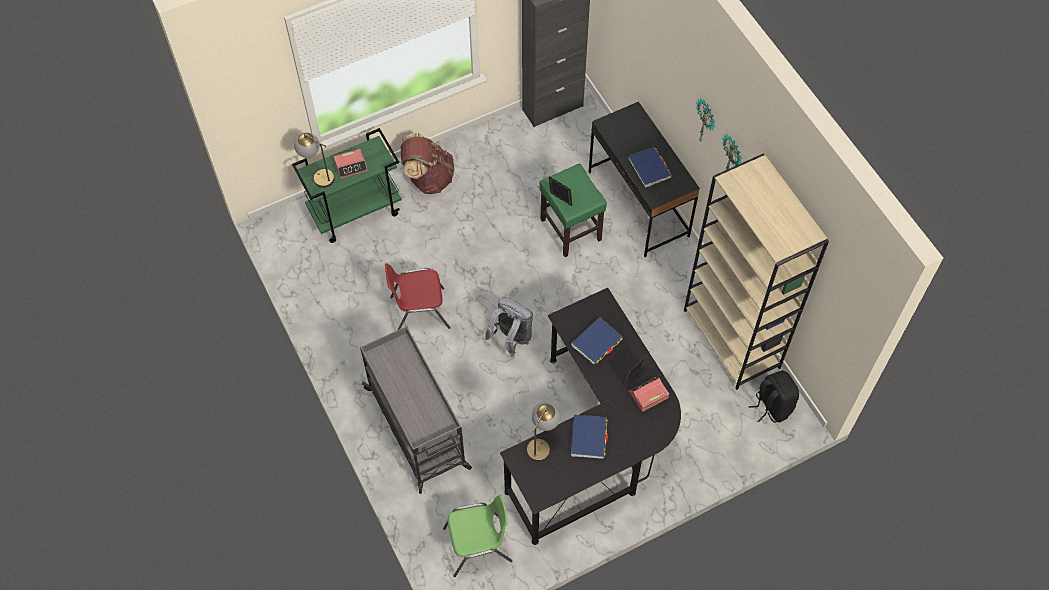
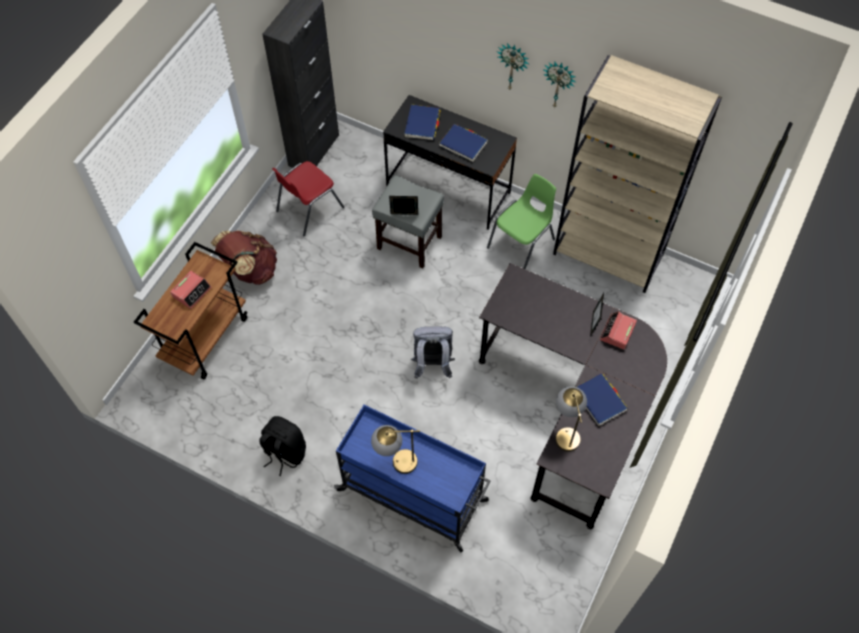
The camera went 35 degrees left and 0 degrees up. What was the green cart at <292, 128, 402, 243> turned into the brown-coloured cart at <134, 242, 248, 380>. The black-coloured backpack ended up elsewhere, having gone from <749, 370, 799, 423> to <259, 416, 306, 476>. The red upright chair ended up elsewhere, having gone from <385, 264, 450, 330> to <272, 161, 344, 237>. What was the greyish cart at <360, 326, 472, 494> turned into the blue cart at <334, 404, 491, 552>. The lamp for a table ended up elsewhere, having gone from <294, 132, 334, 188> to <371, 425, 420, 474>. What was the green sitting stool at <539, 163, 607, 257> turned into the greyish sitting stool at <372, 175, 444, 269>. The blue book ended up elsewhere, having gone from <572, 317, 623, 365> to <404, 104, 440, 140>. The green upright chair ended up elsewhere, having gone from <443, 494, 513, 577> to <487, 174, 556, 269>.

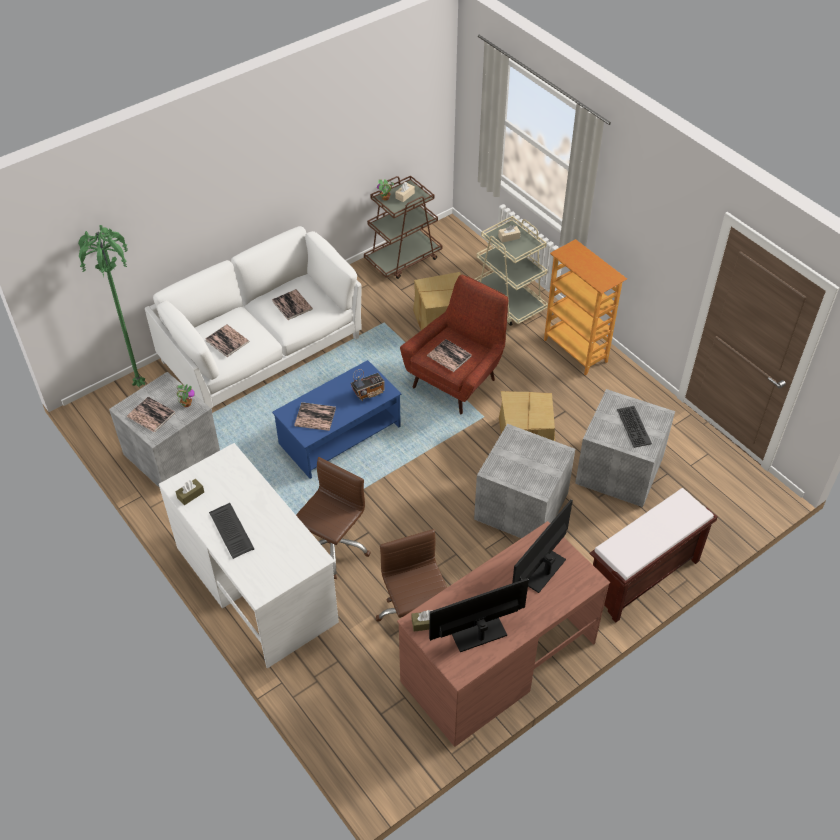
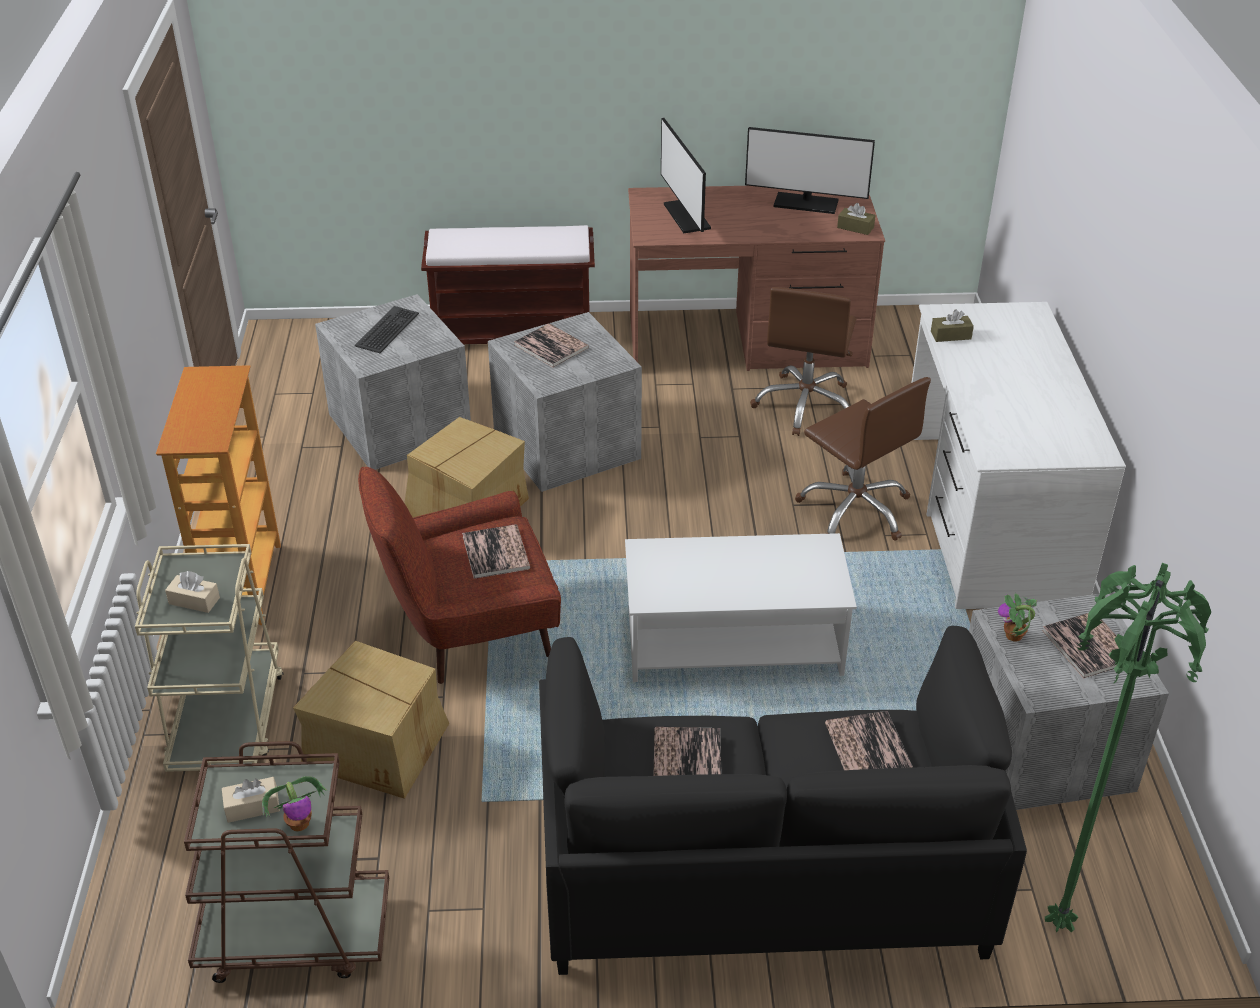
The camera went 145 degrees left and 10 degrees down. The book ended up elsewhere, having gone from <294, 402, 336, 431> to <514, 323, 589, 368>. What was the whitish sofa at <145, 226, 362, 410> turned into the black-coloured sofa at <539, 626, 1027, 975>. What was the blue coffee table at <272, 360, 402, 479> turned into the whitish coffee table at <625, 533, 857, 682>. The computer display at <512, 499, 573, 593> ended up facing another way, 90 degrees clockwise from before. The brown-coloured office chair at <296, 457, 371, 579> ended up facing another way, 105 degrees counterclockwise from before. The brown-coloured tissue holder ended up elsewhere, having gone from <176, 479, 204, 505> to <931, 309, 974, 342>. The second view lost the keyboard at <209, 503, 254, 559>. The second view lost the radio set at <351, 369, 385, 401>.

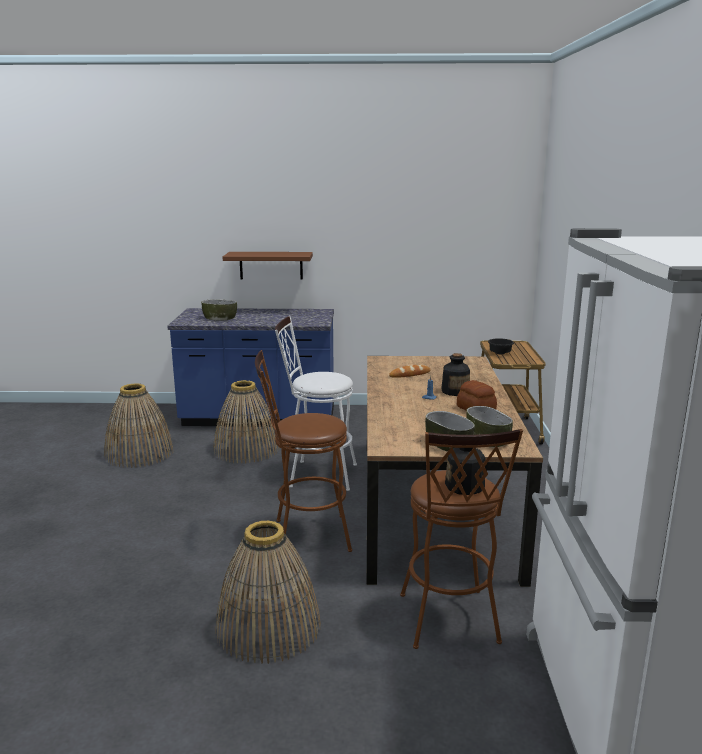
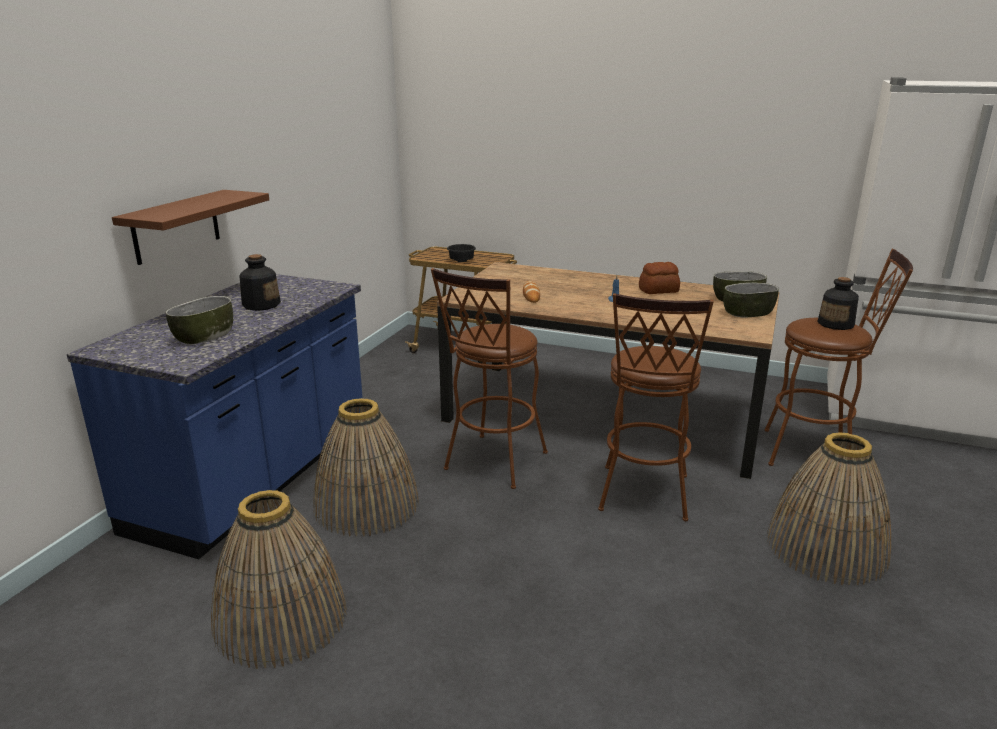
The camera went 70 degrees left and 5 degrees up. The bottle ended up elsewhere, having gone from <441, 353, 470, 396> to <239, 254, 281, 311>. What was the whitish sitting stool at <275, 316, 357, 491> turned into the brown-coloured sitting stool at <431, 268, 548, 489>.

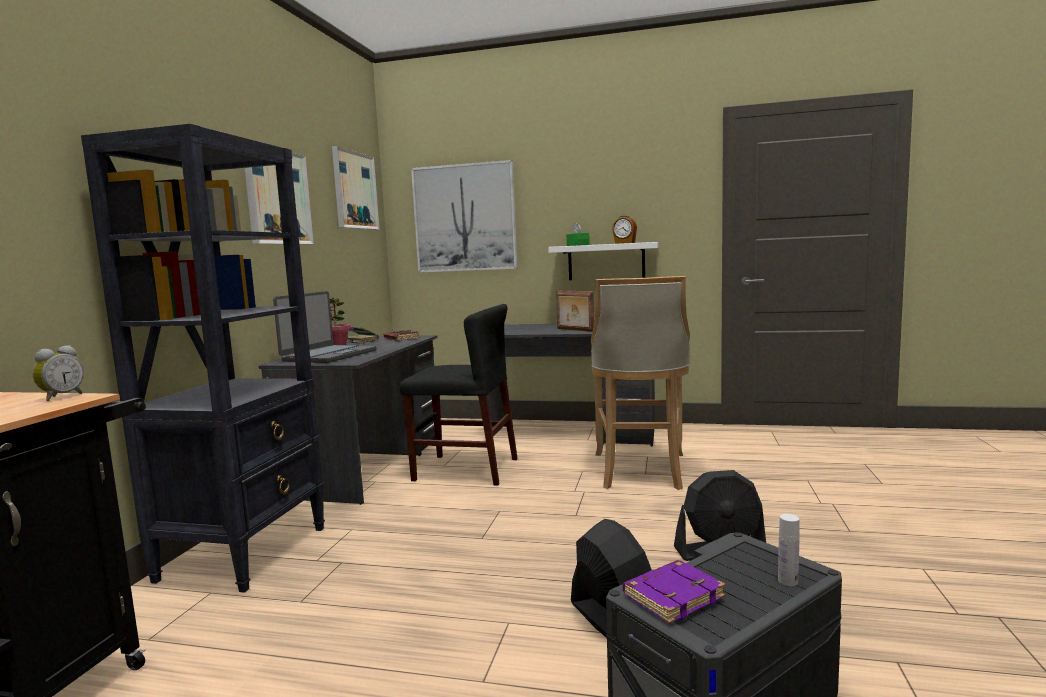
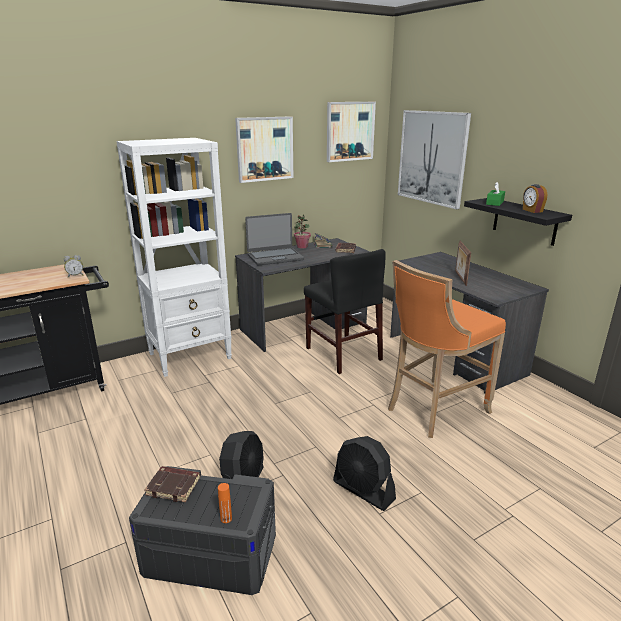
The camera went 45 degrees right and 15 degrees up. What was the black-coloured bookshelf at <81, 124, 325, 593> turned into the whitish bookshelf at <116, 138, 232, 377>. What was the purplish book at <623, 560, 726, 624> turned into the brown-coloured book at <144, 466, 200, 502>. What was the whitish bottle at <778, 514, 799, 586> turned into the orangey bottle at <218, 483, 232, 523>. What was the sand-coloured sitting stool at <591, 276, 690, 490> turned into the orangey sitting stool at <388, 260, 506, 438>. What was the whitish wall shelf at <548, 242, 658, 280> turned into the black-coloured wall shelf at <464, 198, 572, 246>.

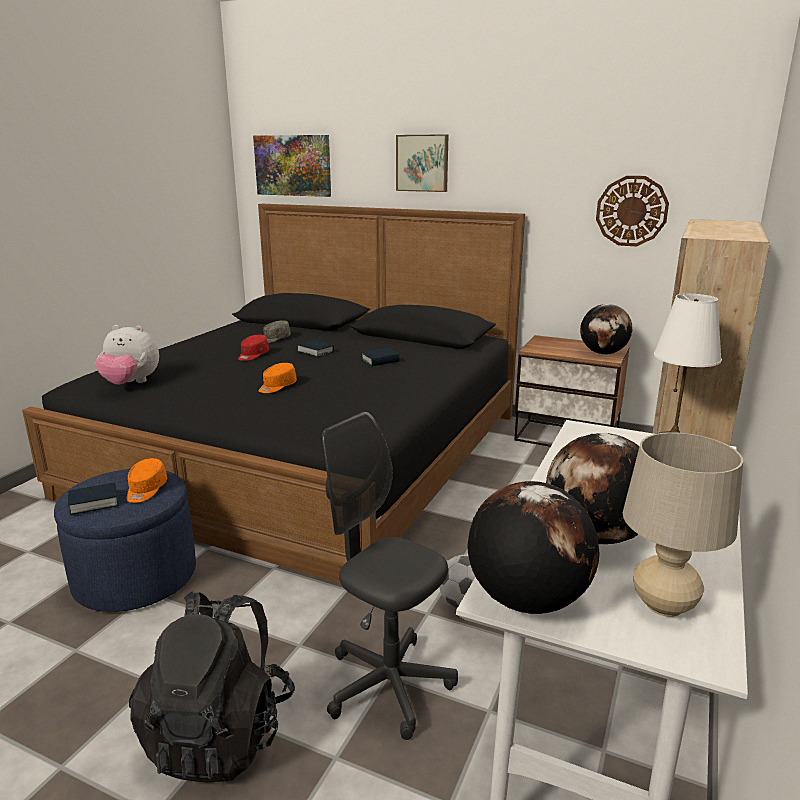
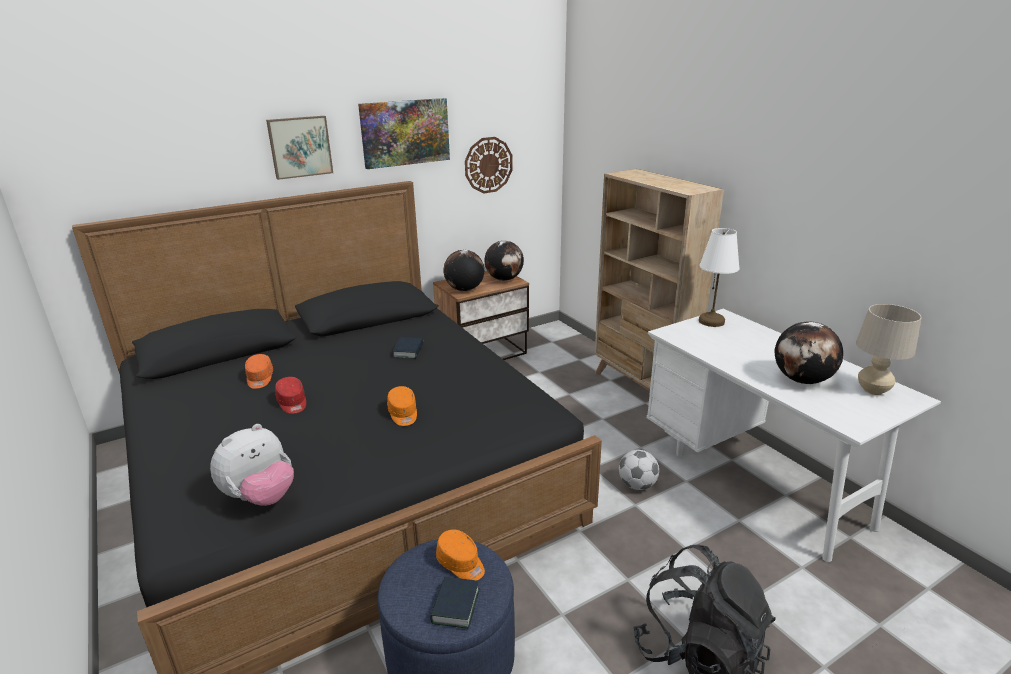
The camera went 55 degrees left and 5 degrees up. What was the greyish peaked cap at <263, 320, 291, 343> turned into the orangey peaked cap at <245, 354, 273, 389>. The picture ended up elsewhere, having gone from <253, 135, 331, 197> to <358, 98, 450, 169>. The desk globe ended up elsewhere, having gone from <467, 481, 600, 614> to <443, 250, 484, 291>. The second view lost the book at <297, 340, 334, 357>. The second view lost the greyish office chair at <322, 412, 458, 740>.

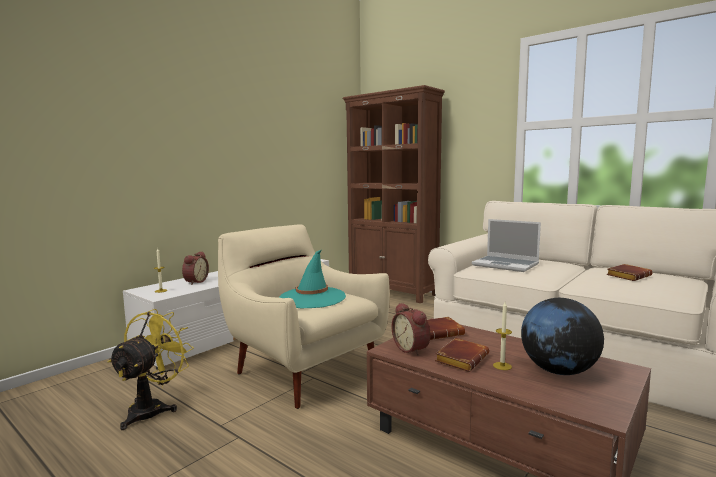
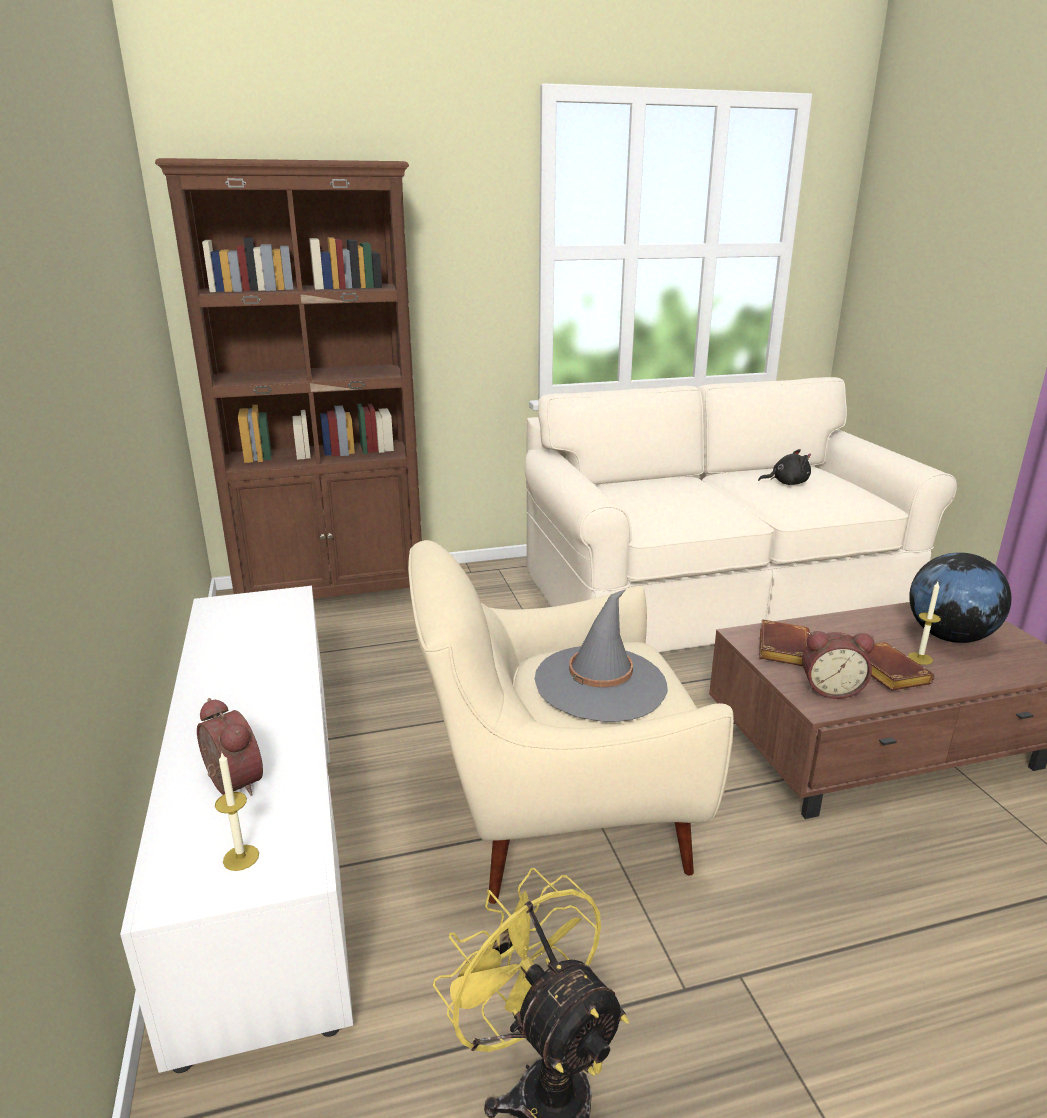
The camera went 55 degrees left and 15 degrees up. What was the turquoise-coloured hat at <279, 250, 346, 308> turned into the greyish hat at <534, 589, 668, 722>. Where the brown-coloured book stood at <606, 264, 653, 281>, the black-coloured cuddly toy came to stand at <758, 449, 811, 485>. The second view lost the notebook computer at <472, 219, 541, 272>.

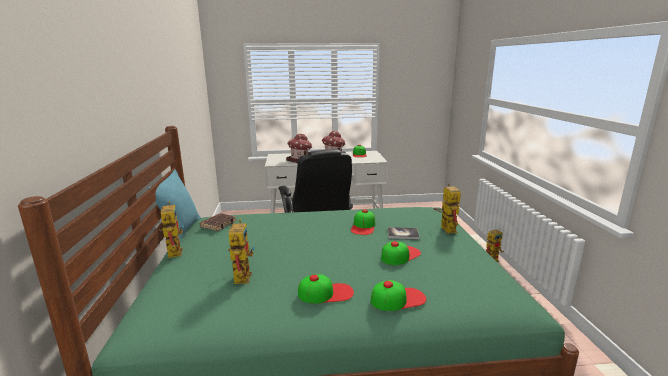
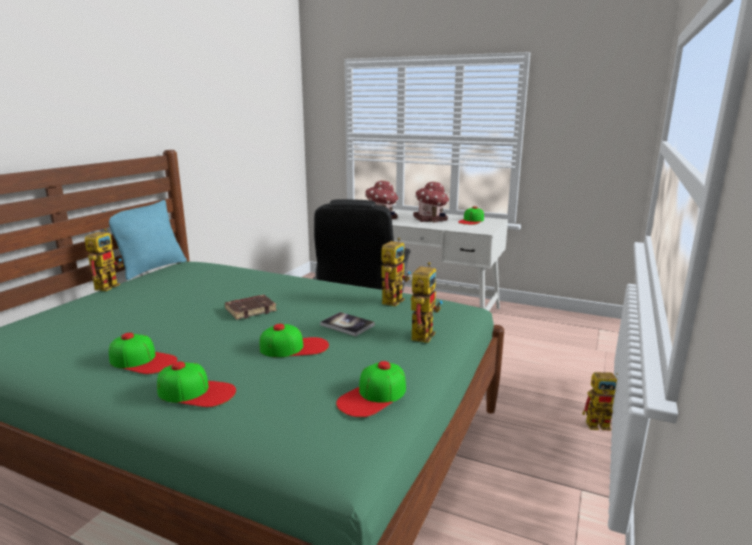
The camera went 30 degrees right and 0 degrees up. The brown-coloured book ended up elsewhere, having gone from <199, 213, 237, 231> to <225, 295, 277, 320>. The peaked cap ended up elsewhere, having gone from <351, 209, 375, 235> to <336, 361, 406, 417>. The toy robot ended up elsewhere, having gone from <228, 219, 255, 284> to <382, 238, 411, 306>.

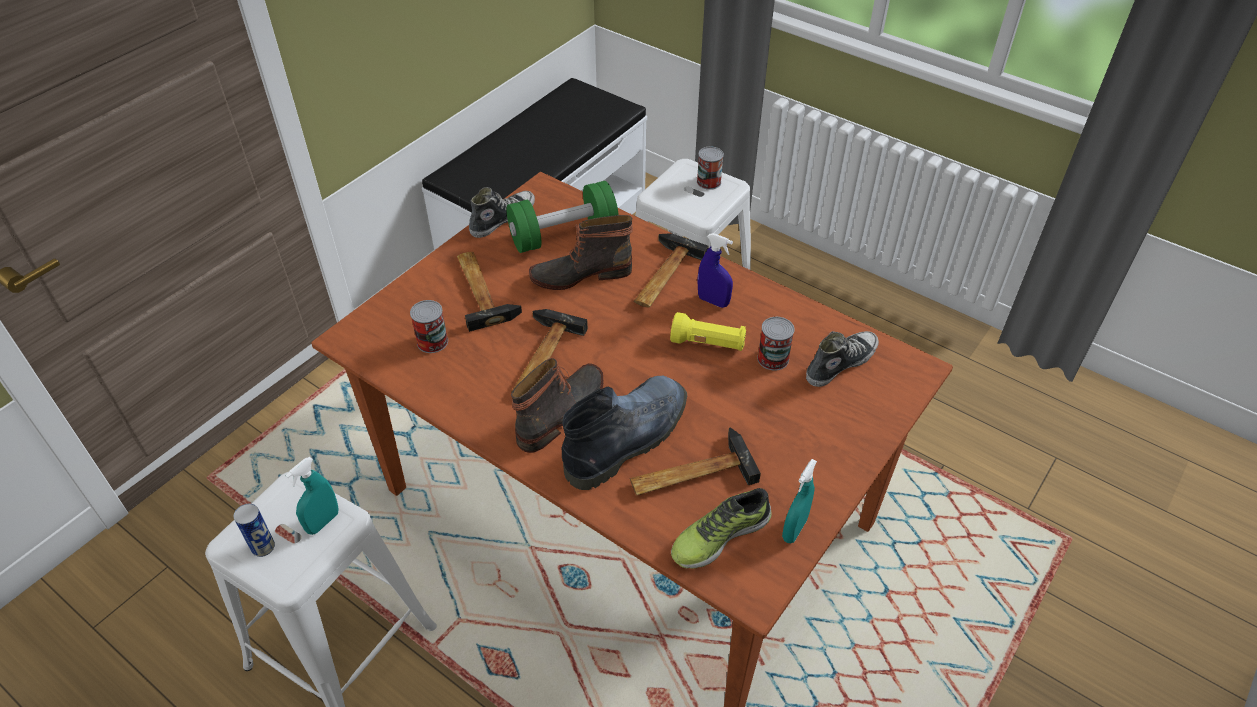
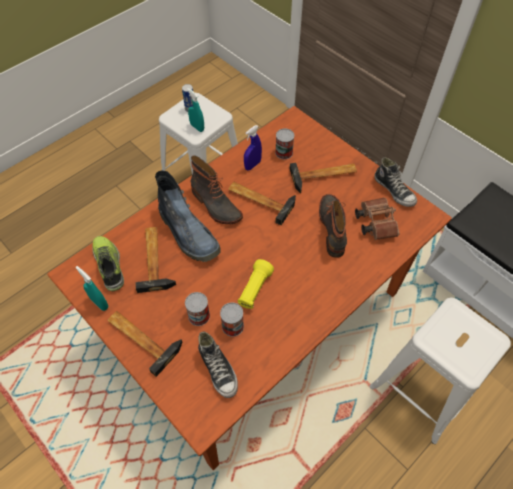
The camera went 100 degrees right and 10 degrees up. The hammer ended up elsewhere, having gone from <634, 233, 709, 308> to <107, 311, 182, 377>. The sealed can ended up elsewhere, having gone from <697, 147, 724, 190> to <185, 292, 210, 326>. The blue spray bottle ended up elsewhere, having gone from <697, 233, 733, 308> to <244, 125, 262, 171>. Where the green dumbbell stood at <506, 181, 619, 253>, the brown-coloured binoculars came to stand at <355, 198, 400, 240>.

